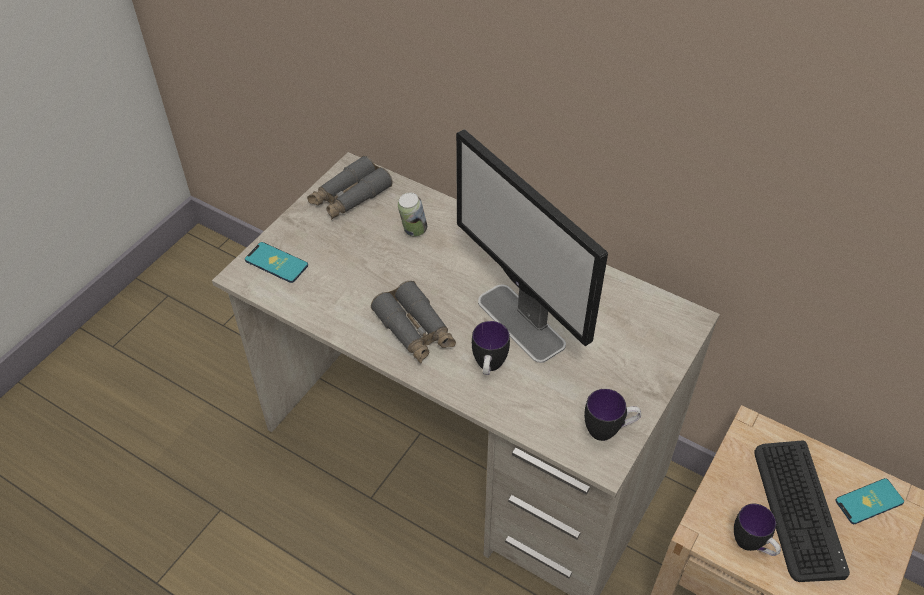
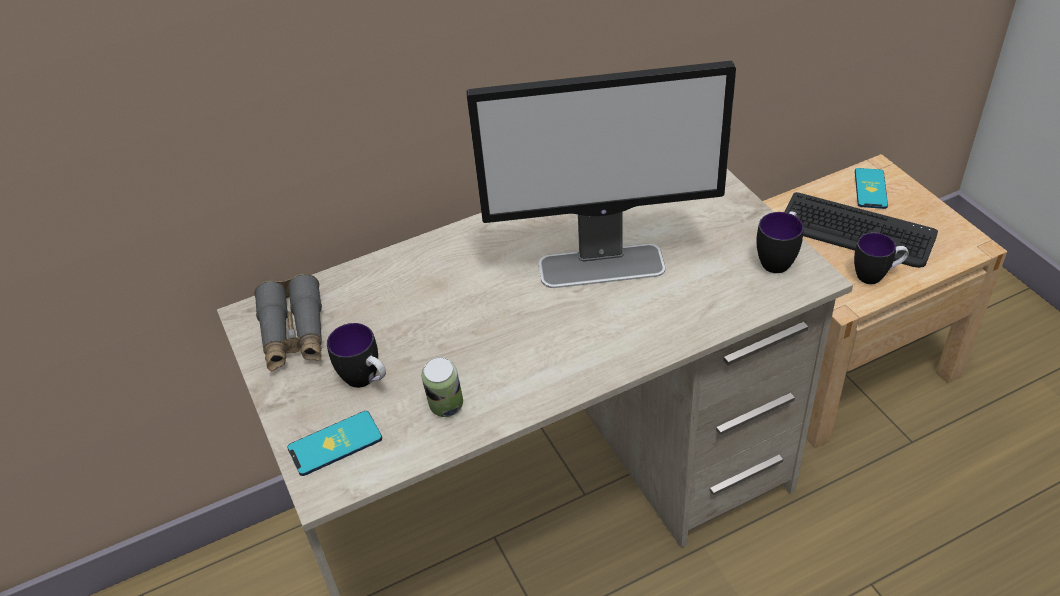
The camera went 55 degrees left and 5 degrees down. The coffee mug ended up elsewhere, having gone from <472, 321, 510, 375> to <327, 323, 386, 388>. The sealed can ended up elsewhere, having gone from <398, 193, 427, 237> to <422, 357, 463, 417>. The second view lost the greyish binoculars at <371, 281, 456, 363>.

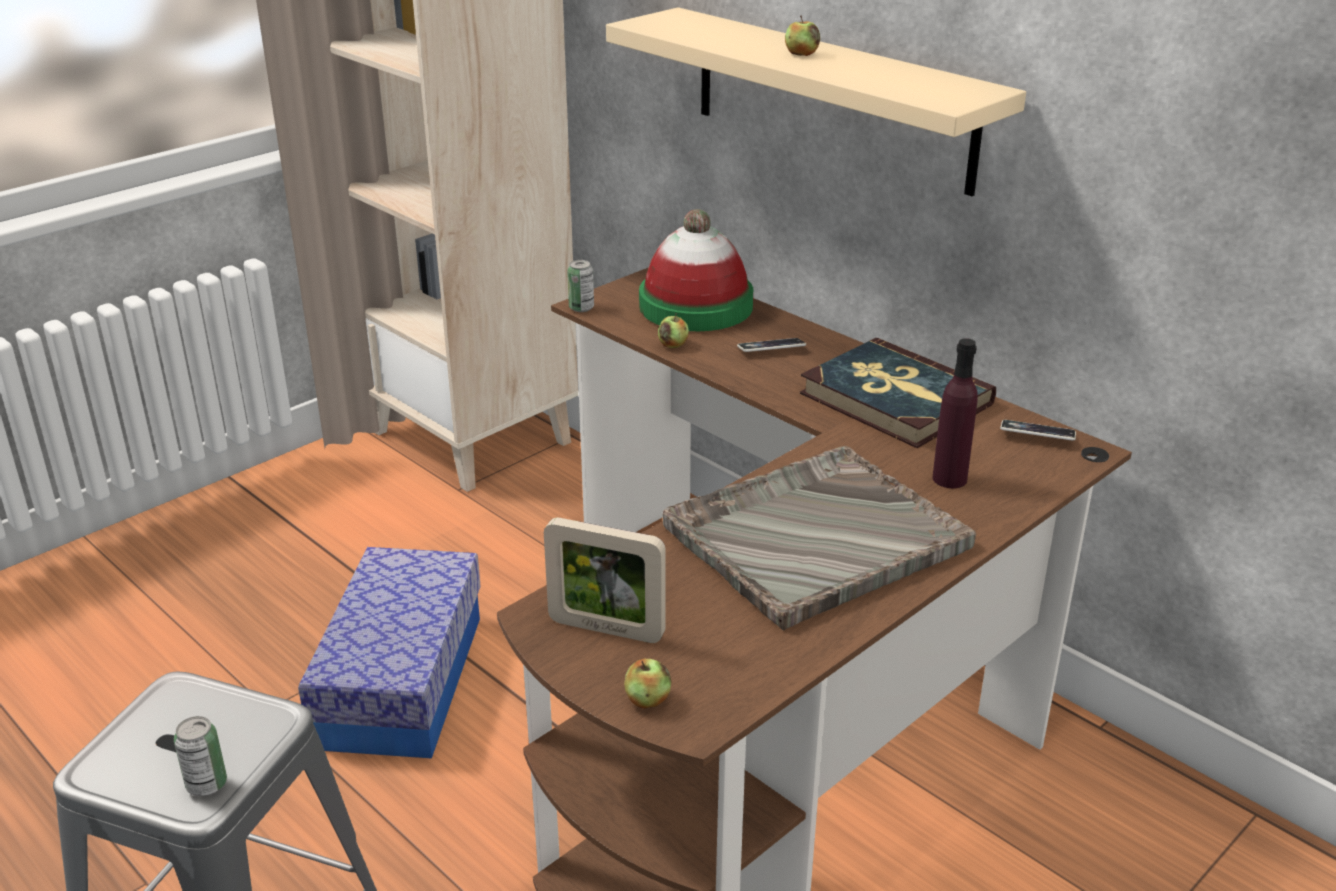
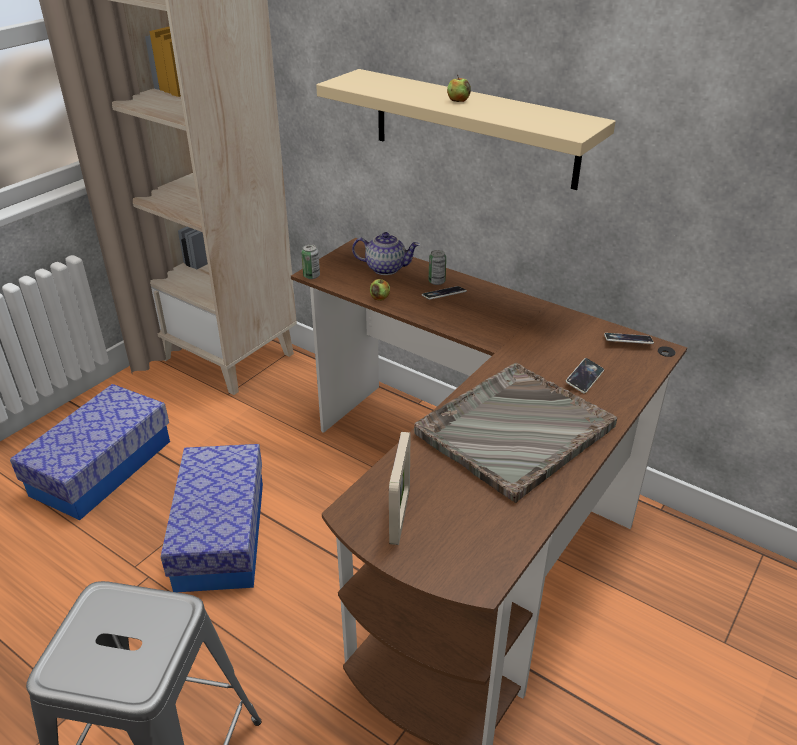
The camera went 10 degrees left and 5 degrees up. The second view gained the storage bin at <10, 384, 170, 520>. Where the hat stood at <639, 209, 753, 331>, the teapot came to stand at <352, 232, 420, 275>. The standing frame at <544, 518, 666, 643> ended up facing another way, 90 degrees counterclockwise from before. The sealed can ended up elsewhere, having gone from <174, 716, 227, 796> to <429, 250, 446, 285>. Where the purplish bottle stood at <932, 338, 978, 488>, the handset came to stand at <566, 358, 604, 394>. The second view lost the apple fruit at <624, 659, 672, 709>. The second view lost the book at <800, 338, 996, 448>.

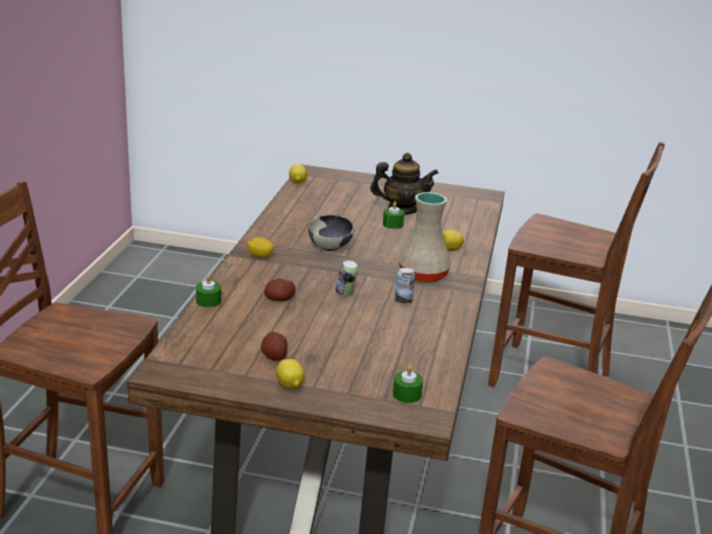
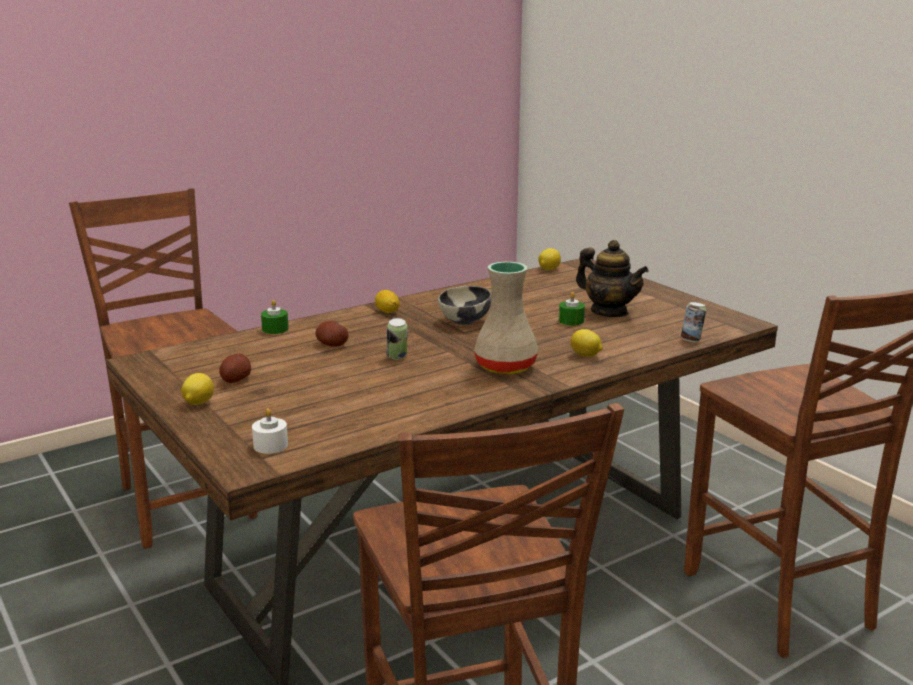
The camera went 45 degrees right and 5 degrees down. What was the green wax candle at <393, 365, 423, 403> turned into the whitish wax candle at <252, 408, 288, 454>. The sealed can ended up elsewhere, having gone from <395, 268, 415, 304> to <681, 302, 706, 342>.

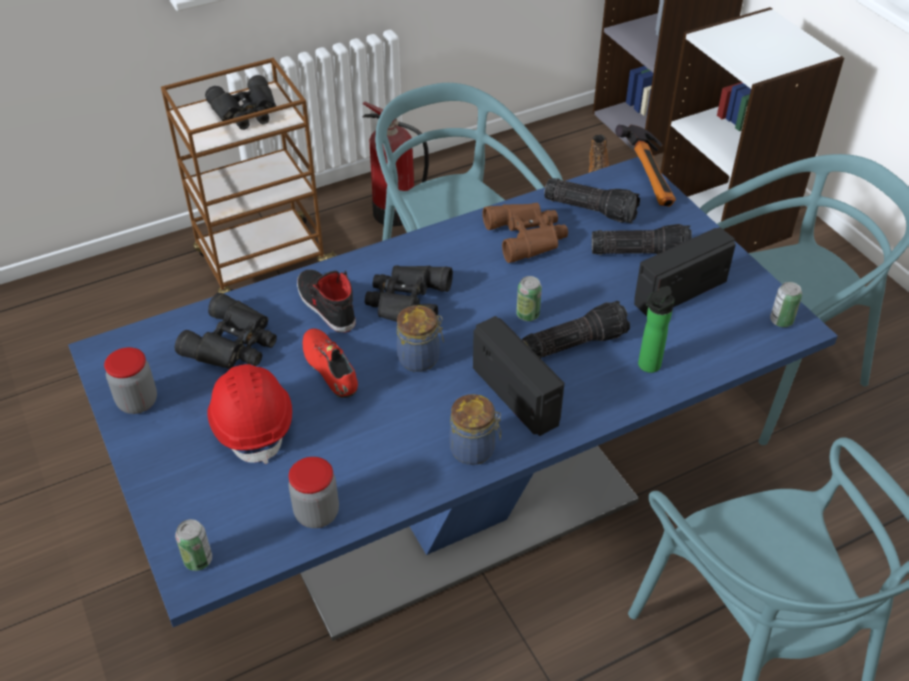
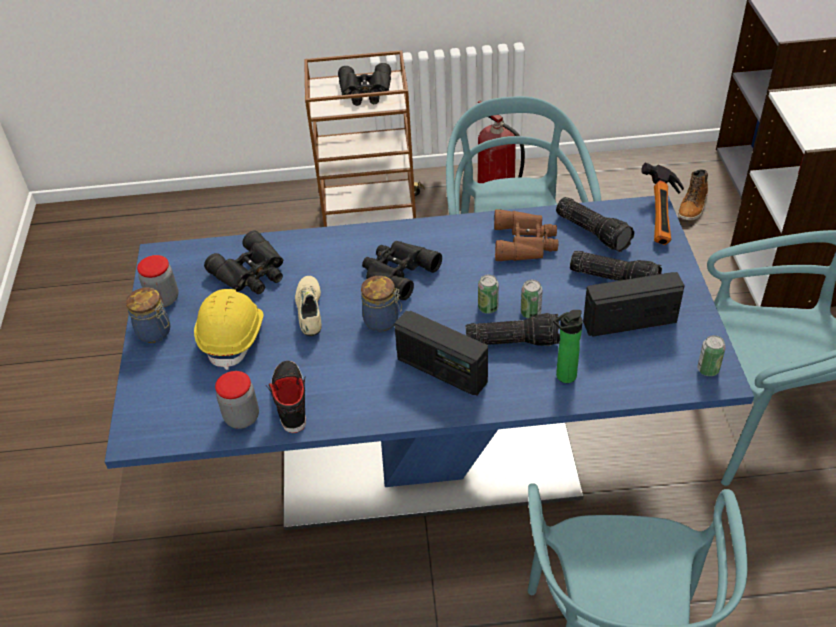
The camera went 25 degrees right and 0 degrees up. The jar ended up elsewhere, having gone from <449, 394, 501, 465> to <126, 288, 170, 343>. What was the red hard hat at <207, 364, 292, 464> turned into the yellow-coloured hard hat at <194, 289, 264, 370>. The black-coloured shoe ended up elsewhere, having gone from <297, 270, 356, 332> to <266, 361, 306, 433>. What was the red shoe at <303, 329, 358, 398> turned into the sand-coloured shoe at <295, 276, 321, 336>. The radio set at <473, 316, 565, 436> ended up facing another way, 135 degrees clockwise from before. The sealed can ended up elsewhere, having gone from <175, 519, 212, 571> to <521, 280, 543, 318>.

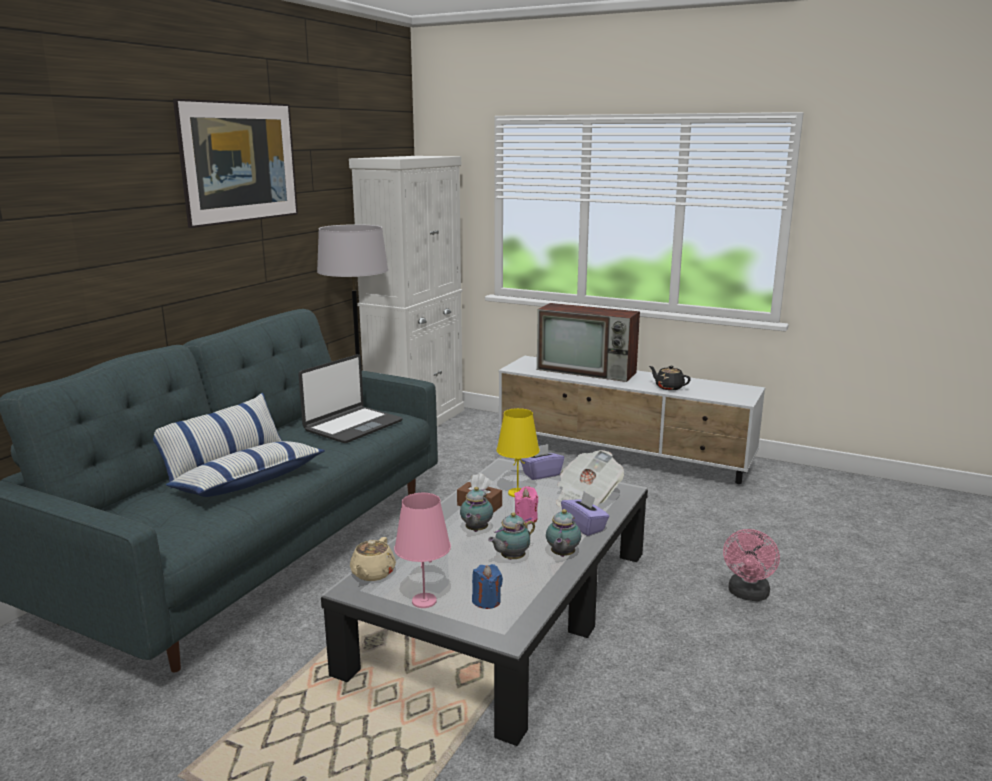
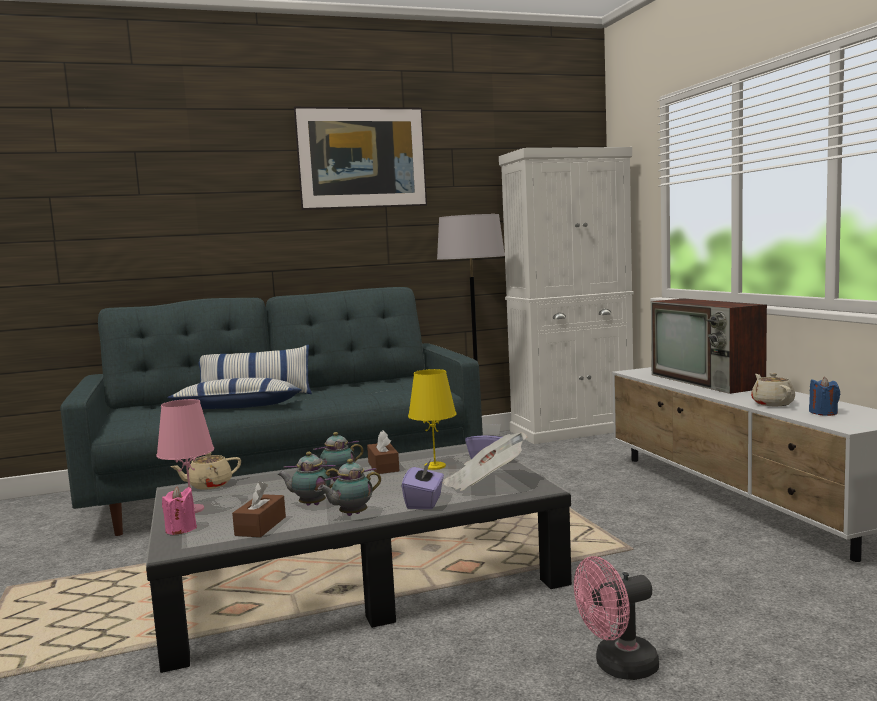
The camera went 45 degrees right and 10 degrees down. The pink-coloured wax candle ended up elsewhere, having gone from <514, 486, 538, 524> to <162, 487, 197, 535>. The second view gained the brown-coloured tissue holder at <232, 481, 286, 537>. What was the black-coloured teapot at <649, 365, 691, 390> turned into the sand-coloured teapot at <751, 373, 795, 406>. The blue wax candle ended up elsewhere, having gone from <472, 564, 503, 609> to <809, 377, 840, 416>. The second view lost the notebook computer at <298, 354, 403, 443>.

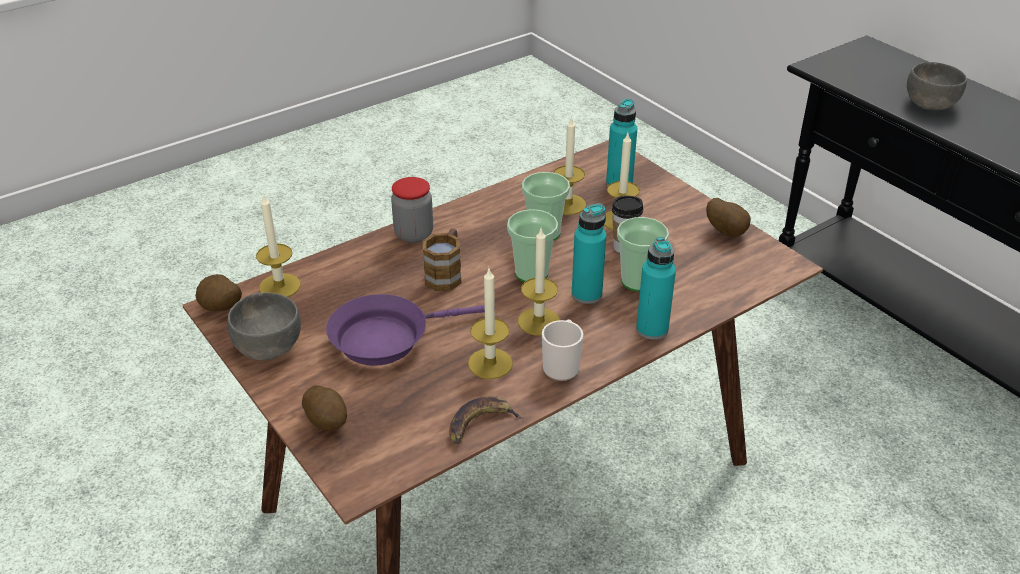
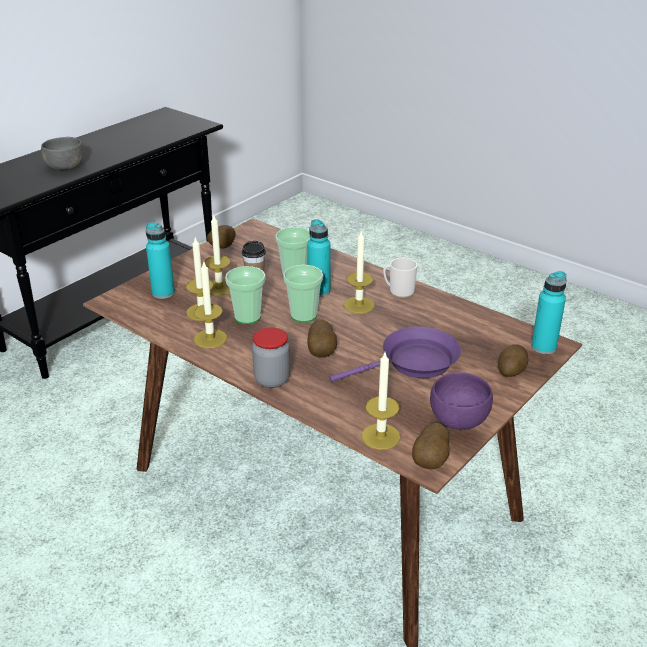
The camera went 105 degrees left and 5 degrees down. The wax candle ended up elsewhere, having gone from <468, 269, 513, 379> to <194, 262, 227, 348>. Where the coffee mug stood at <423, 229, 461, 291>, the spud came to stand at <307, 320, 337, 357>. The purplish frying pan at <326, 294, 485, 366> ended up facing another way, 75 degrees counterclockwise from before. What was the greyish deep dish at <227, 292, 301, 361> turned into the purplish deep dish at <430, 372, 493, 430>. The turquoise-coloured bottle ended up elsewhere, having gone from <636, 237, 676, 340> to <531, 271, 567, 354>. The second view lost the banana at <449, 396, 524, 444>.

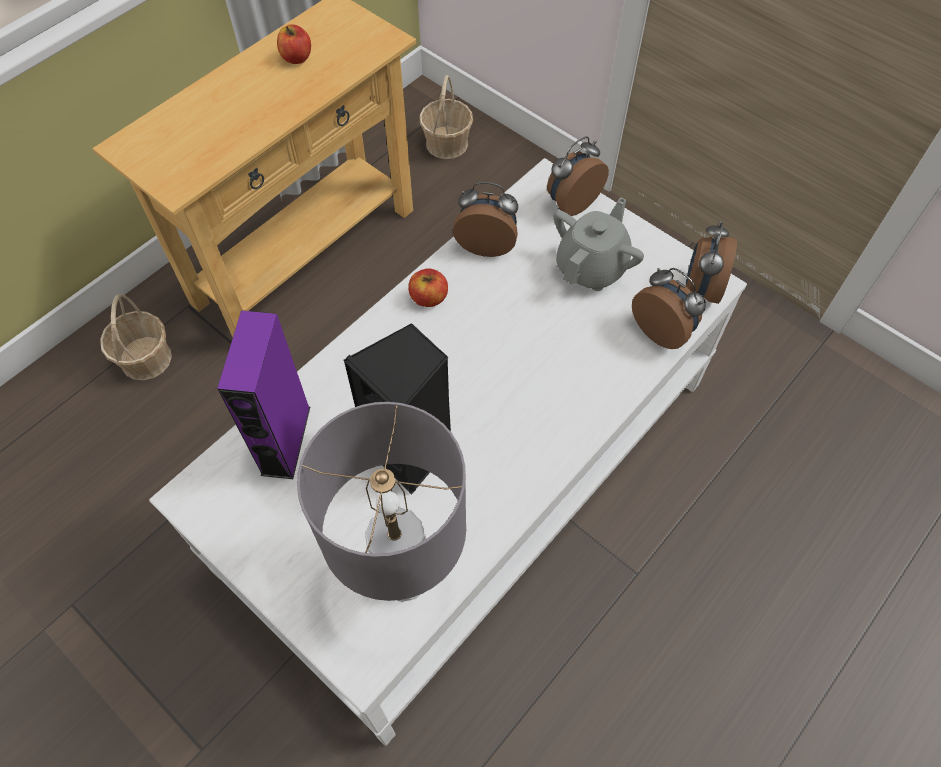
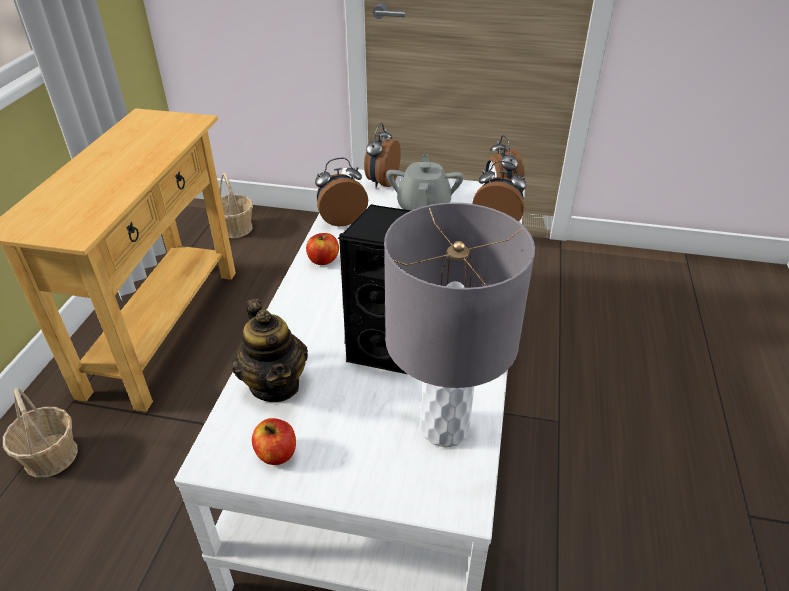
The camera went 30 degrees left and 20 degrees down. Where the purplish loudspeaker stood at <217, 310, 310, 479>, the teapot came to stand at <232, 299, 308, 402>. The apple fruit ended up elsewhere, having gone from <277, 24, 311, 64> to <252, 418, 296, 465>.

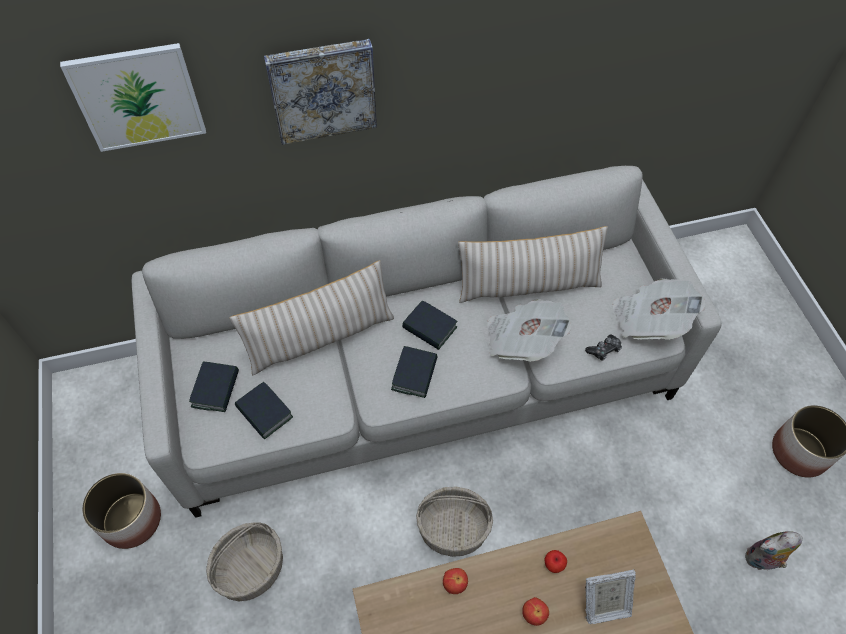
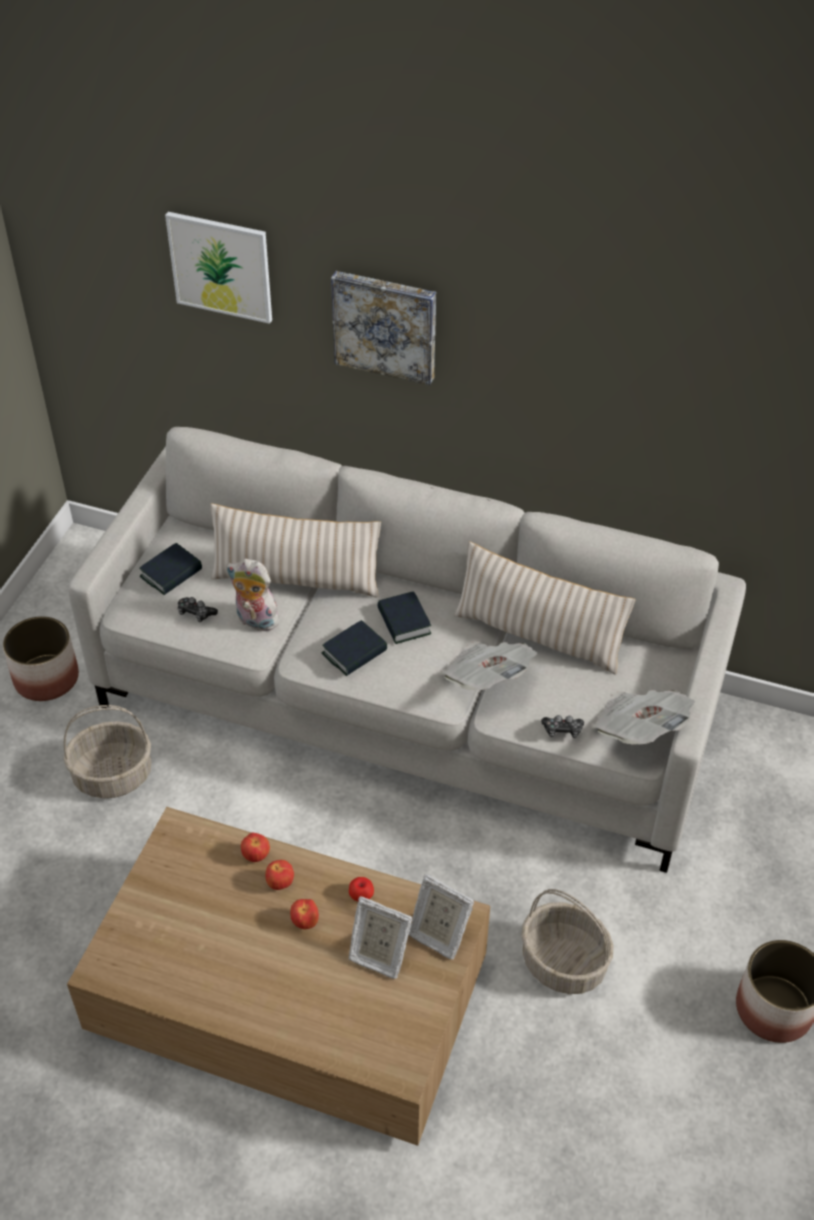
The camera went 35 degrees right and 10 degrees down. Where the book stood at <235, 382, 293, 439>, the gamepad came to stand at <178, 597, 218, 622>. The cuddly toy ended up elsewhere, having gone from <745, 531, 803, 572> to <226, 559, 279, 631>. The second view gained the apple fruit at <265, 860, 294, 890>. The second view gained the standing frame at <409, 874, 474, 959>. The basket ended up elsewhere, having gone from <416, 486, 493, 557> to <521, 889, 614, 994>.

